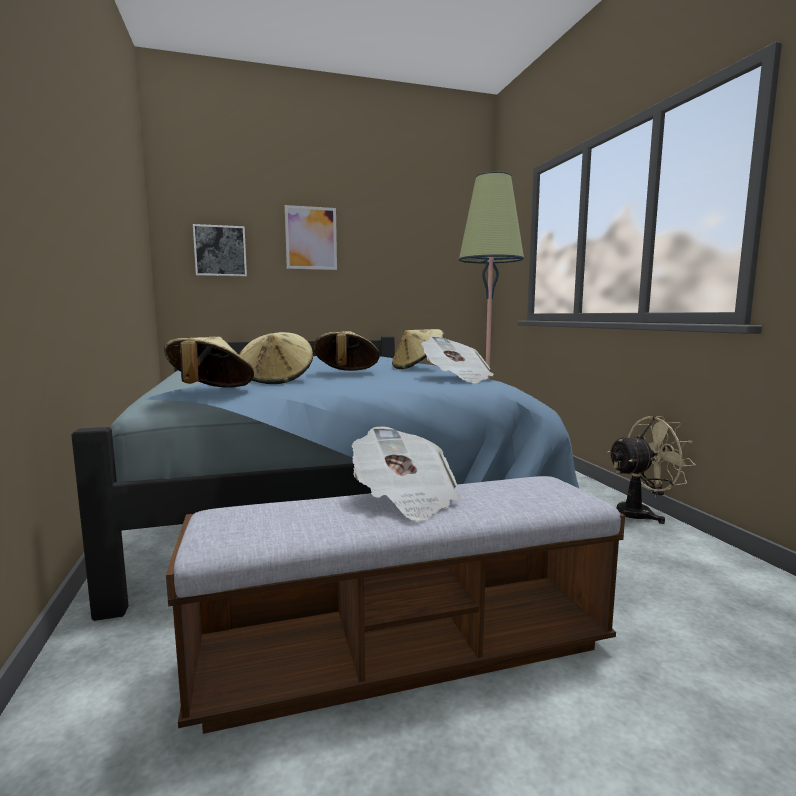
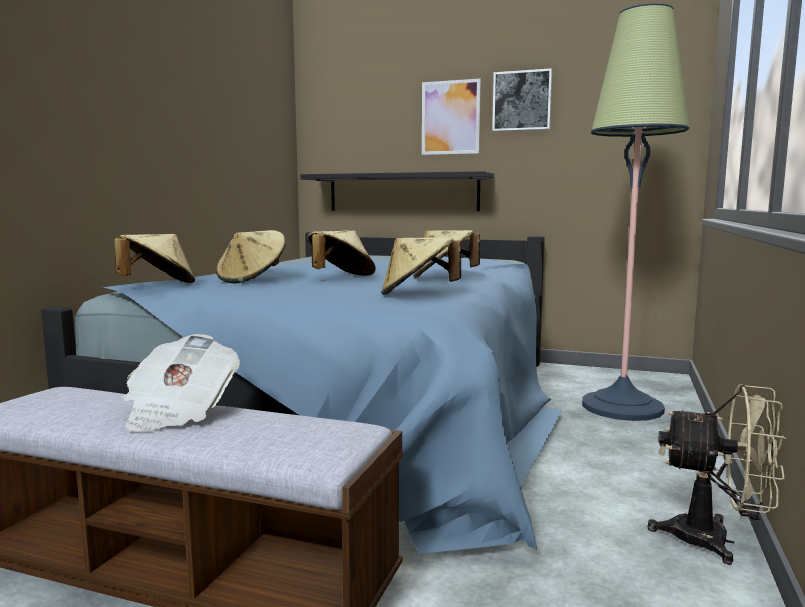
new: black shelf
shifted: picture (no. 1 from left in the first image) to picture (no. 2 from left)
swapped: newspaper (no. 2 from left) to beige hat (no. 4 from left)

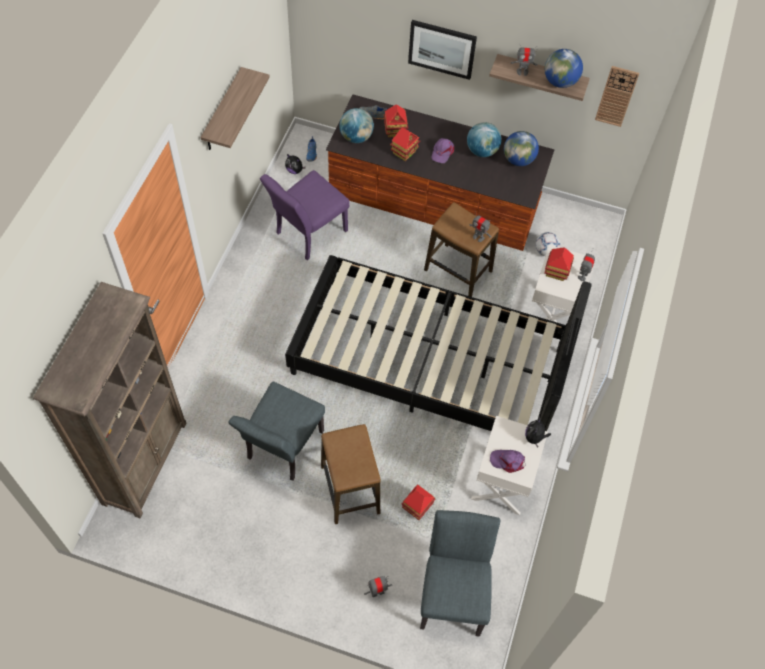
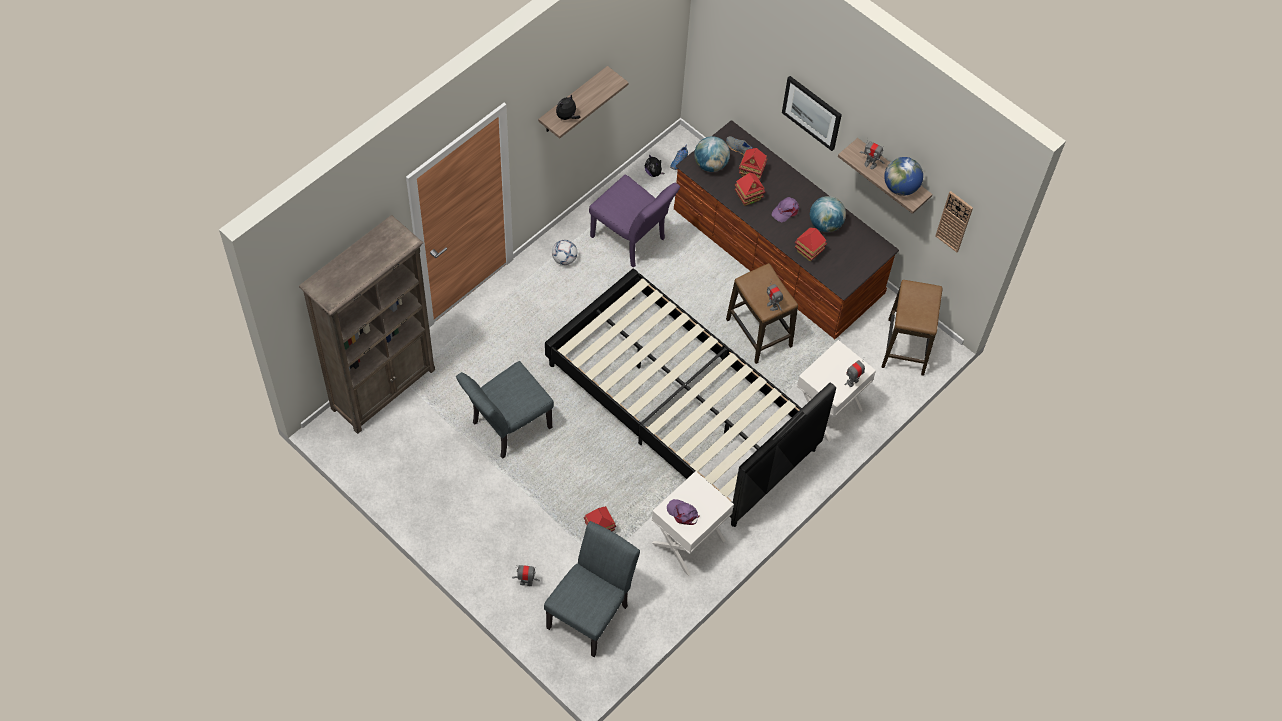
gone: globe (no. 3 from left)
shifted: stool (no. 1 from left in the first image) to stool (no. 2 from left); plush toy (no. 2 from left in the first image) to plush toy (no. 1 from left); football; toy house (no. 4 from left)
rotated: purple chair 120 degrees counterclockwise

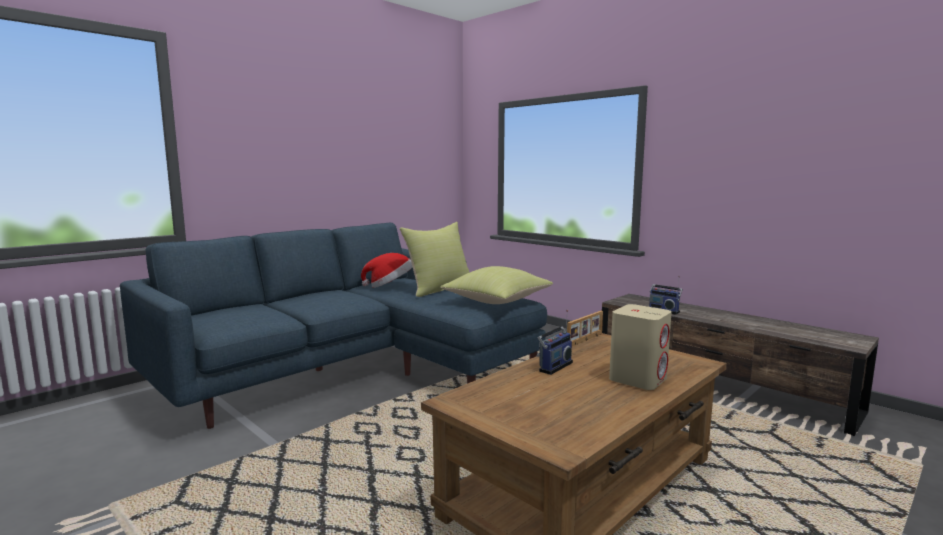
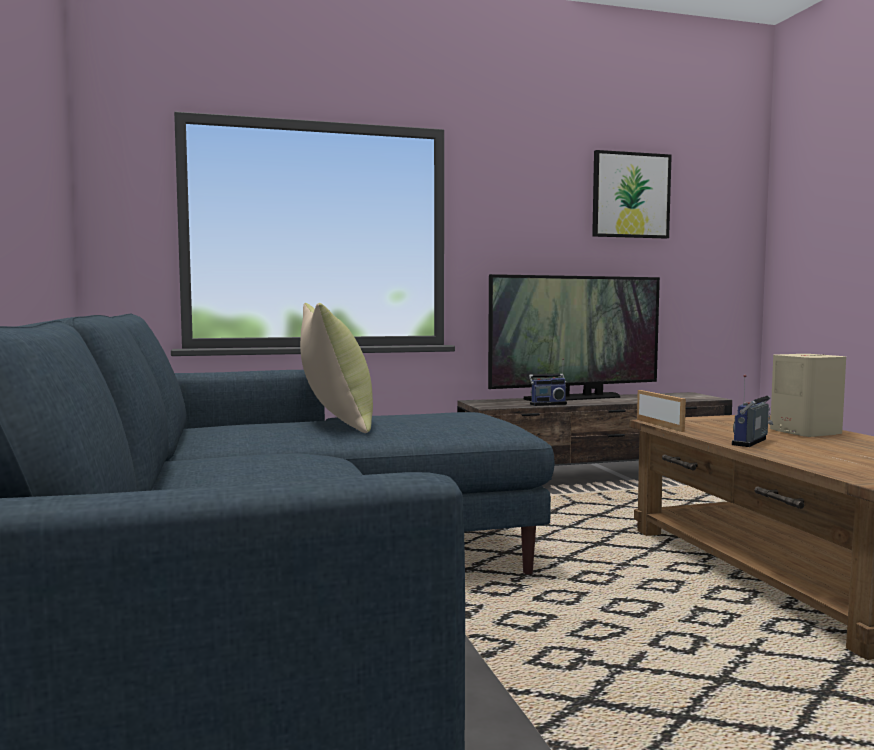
gone: hat; yellow pillow (no. 2 from left)
new: television; picture
rotated: radio (no. 1 from left in the first image) 120 degrees counterclockwise

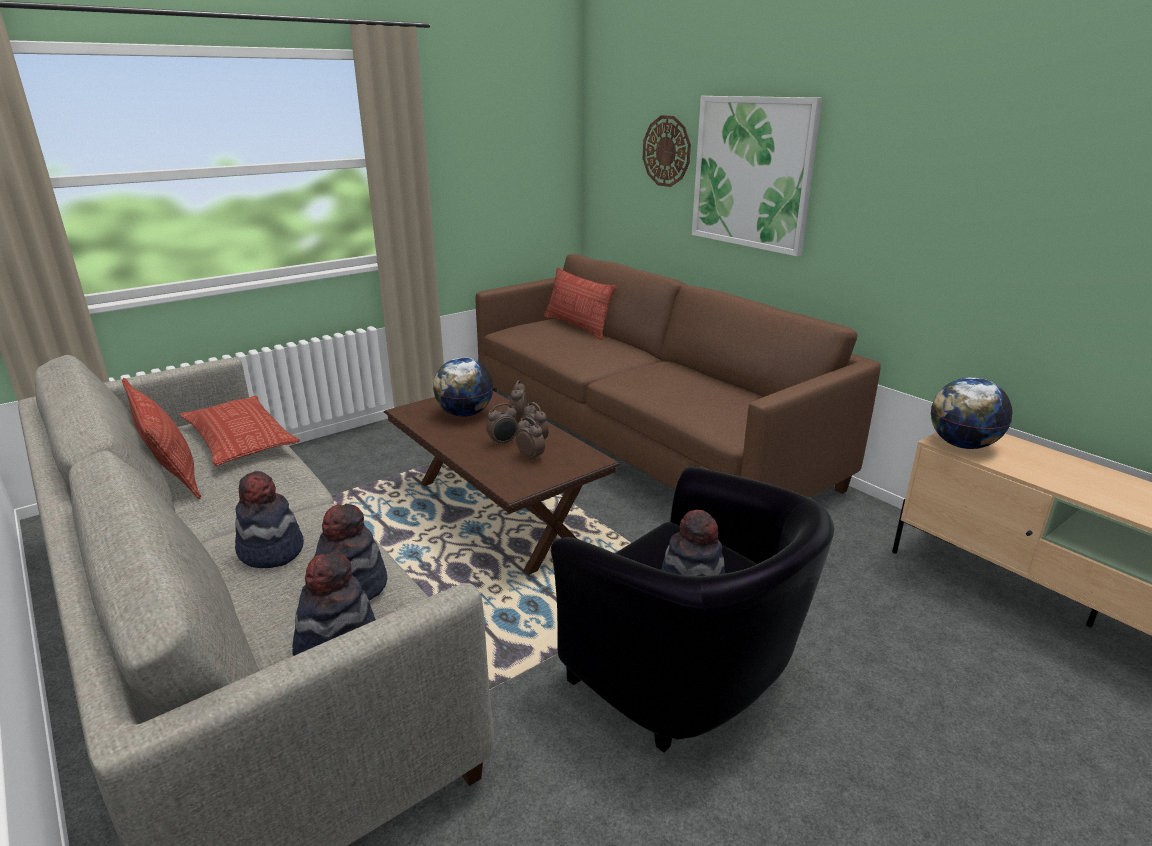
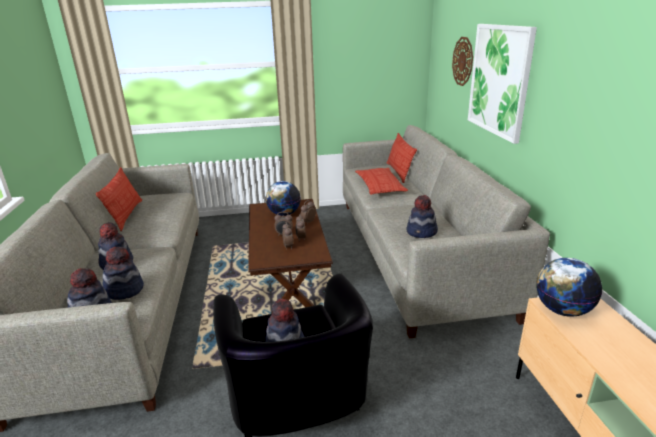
new: hat (no. 5 from left)
shifted: pillow (no. 2 from left)
repainted: brown sofa to grey sofa (no. 2 from left)

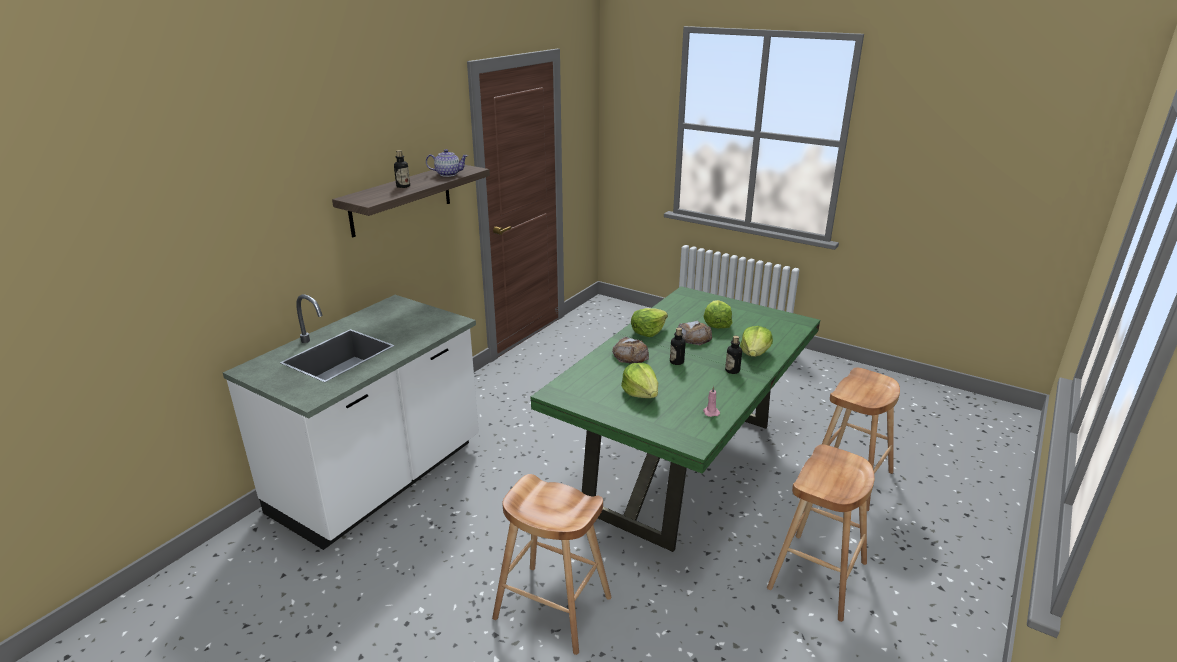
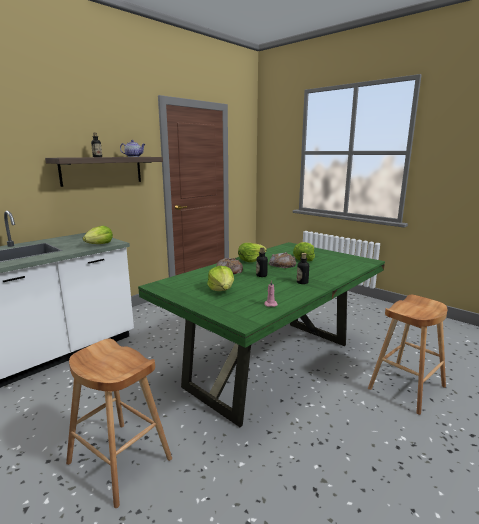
gone: brown stool (no. 2 from left)
shifted: lettuce (no. 4 from left in the first image) to lettuce (no. 1 from left)

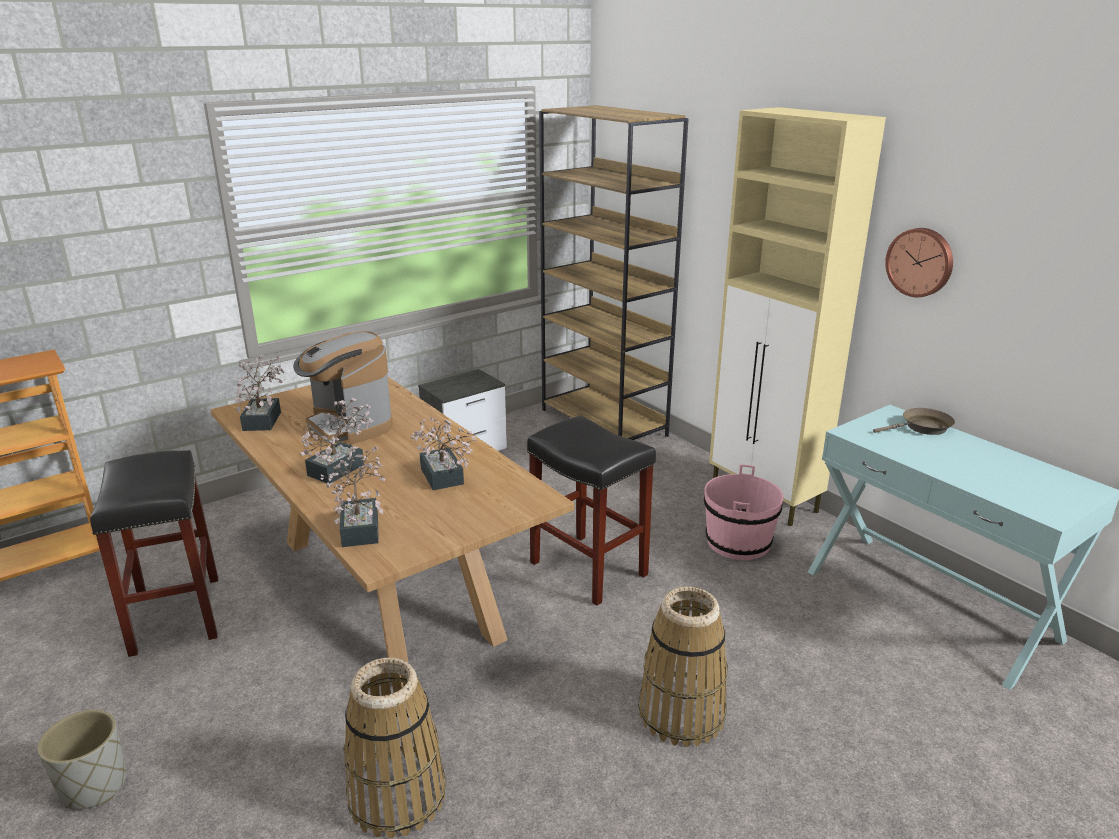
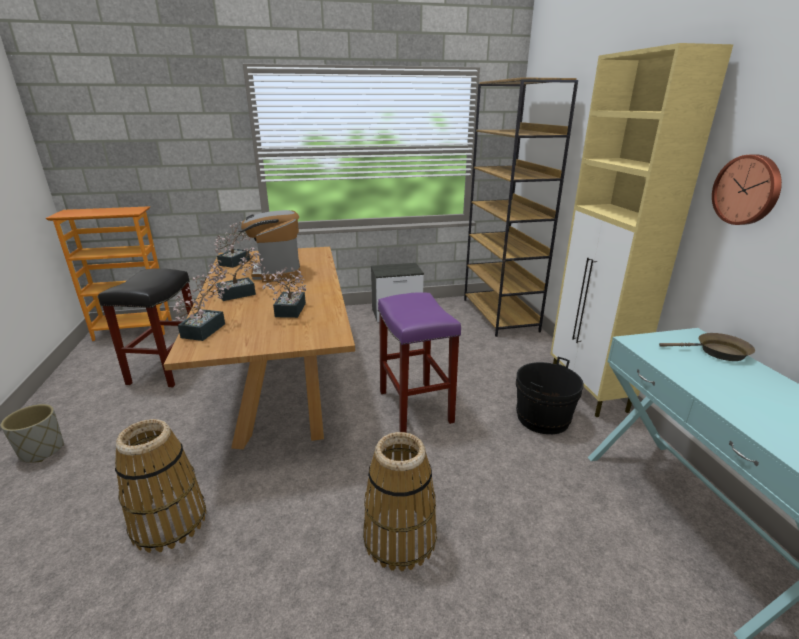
repainted: black stool (no. 2 from left) to purple stool; pink bucket to black bucket

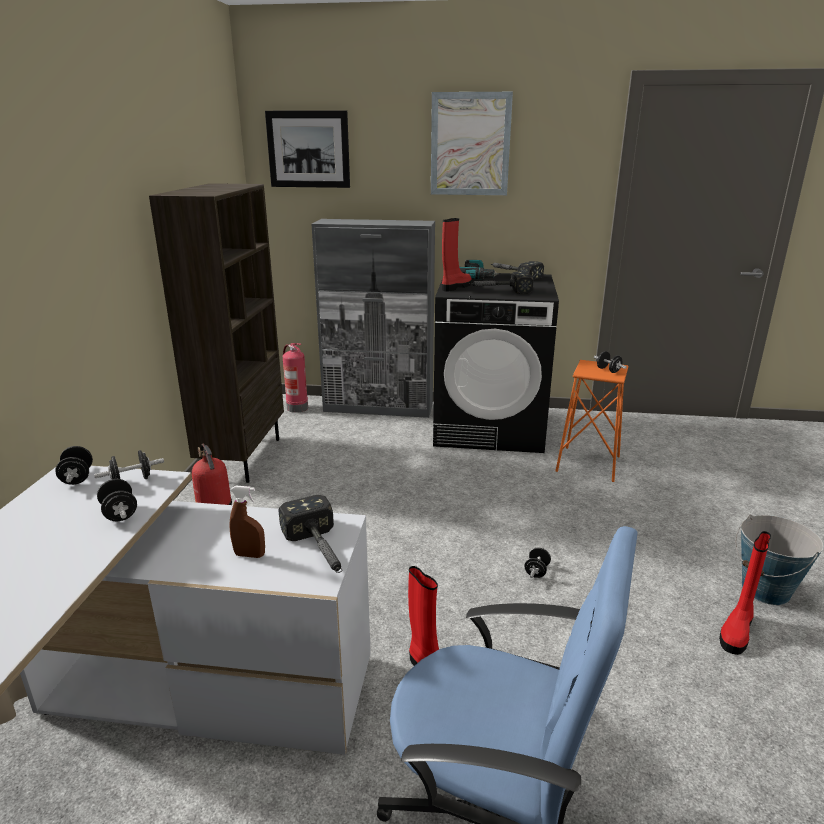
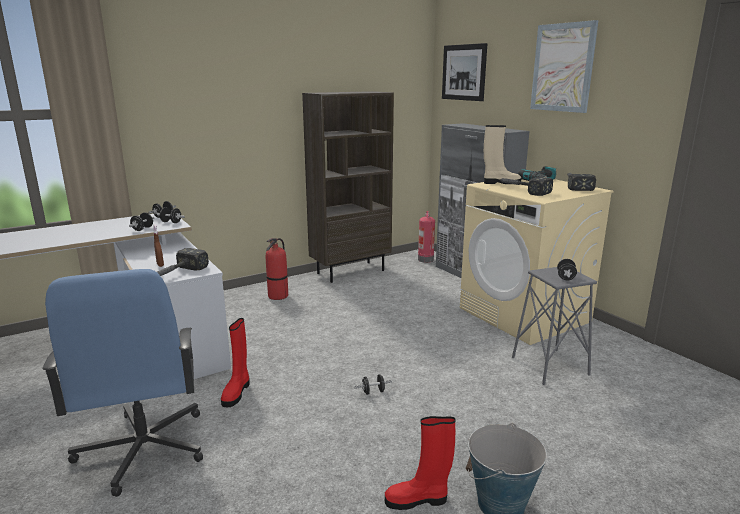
repainted: black washing machine to beige washing machine; red boot (no. 2 from left) to beige boot; orange stool to grey stool

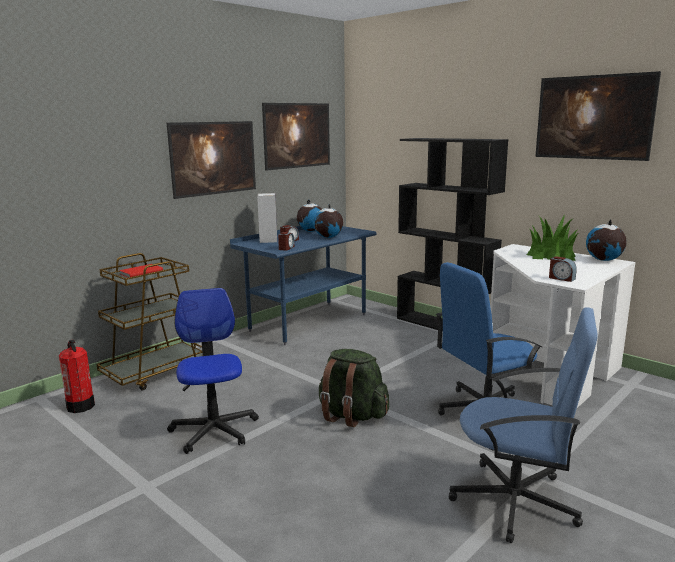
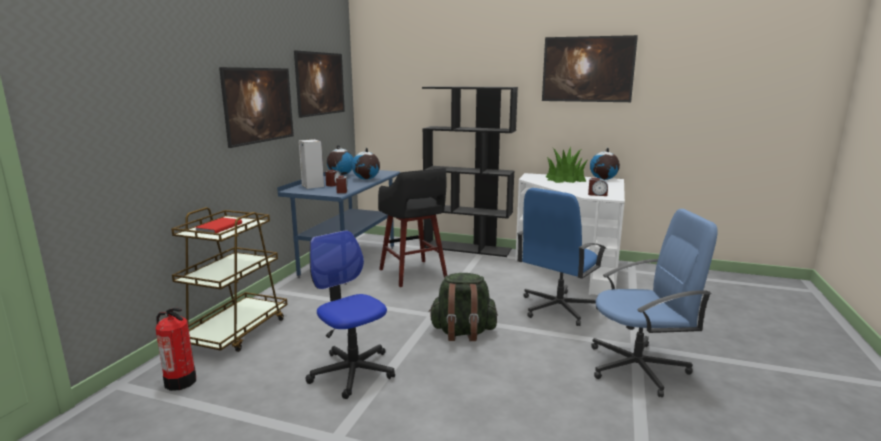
new: black stool

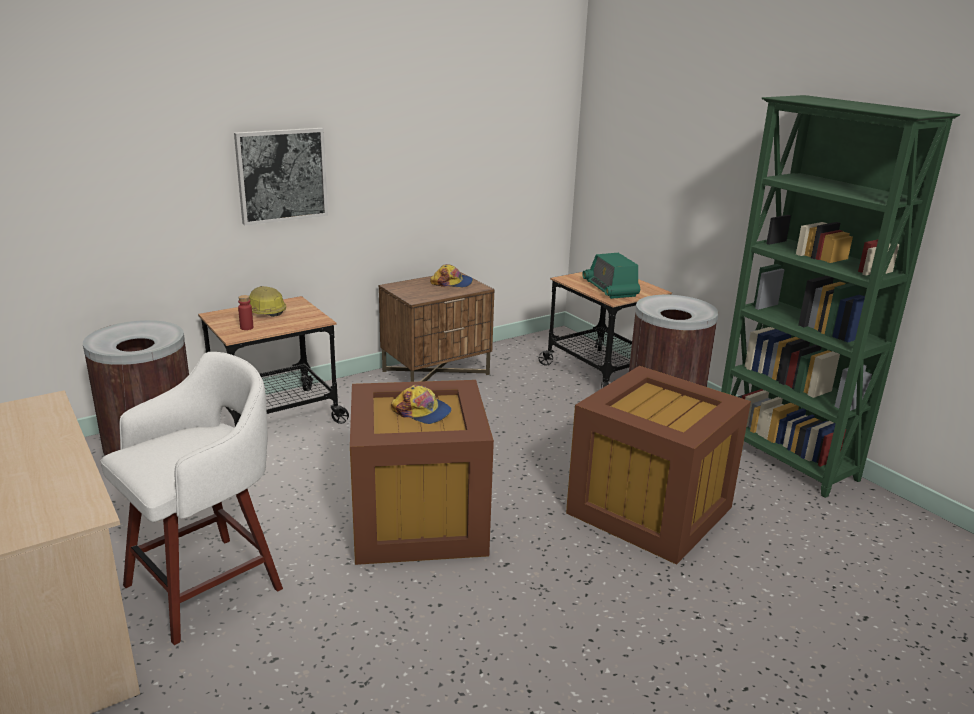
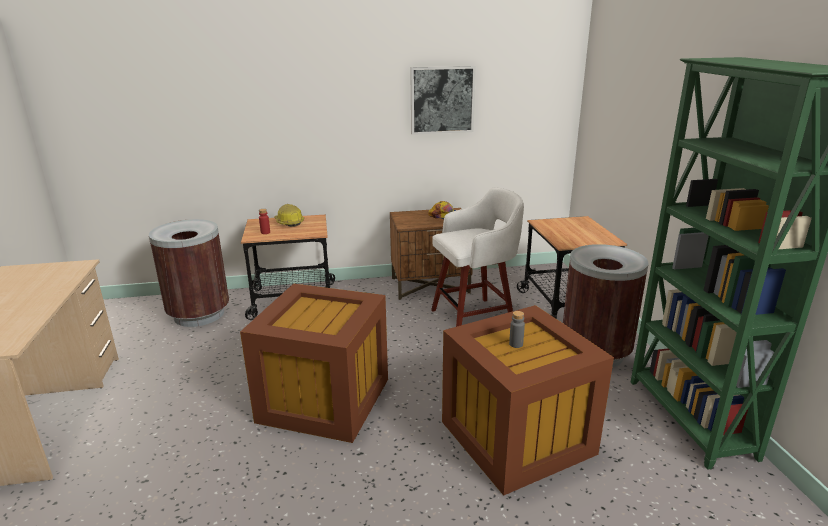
gone: cap (no. 1 from left); radio
new: grey bottle
shifted: white stool; picture

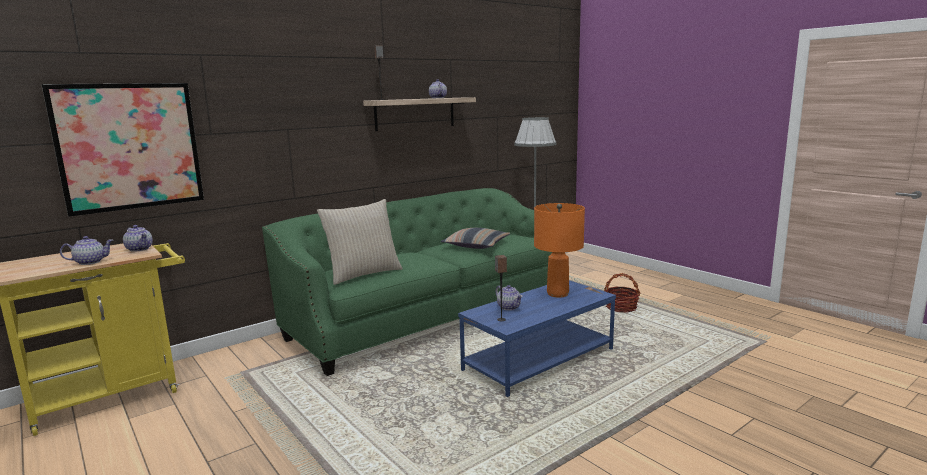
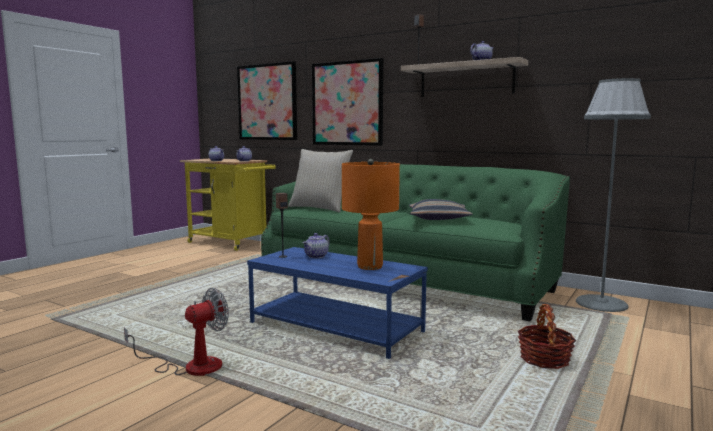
new: fan; picture (no. 2 from left)

